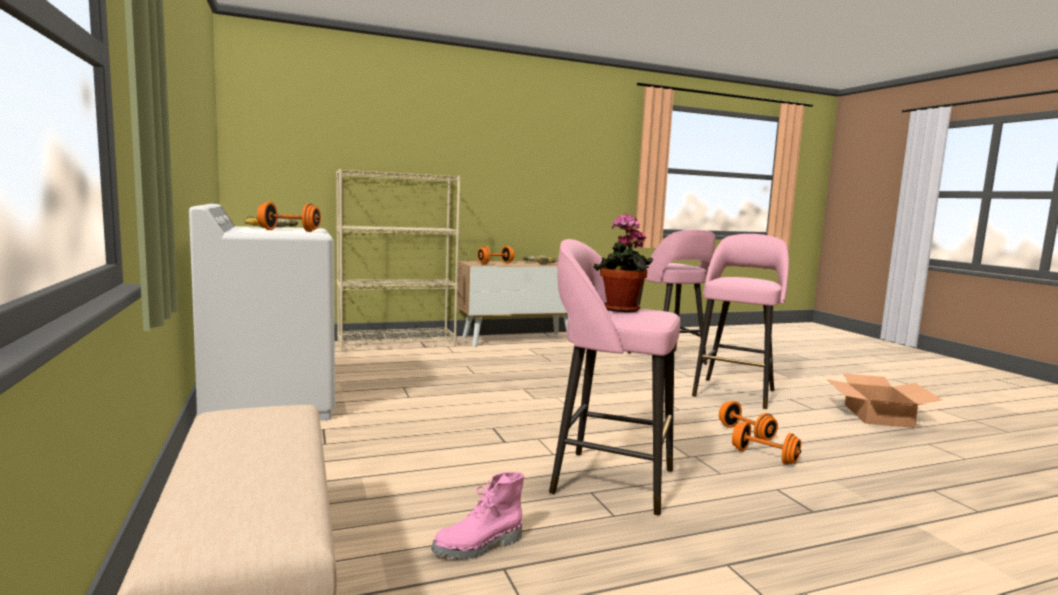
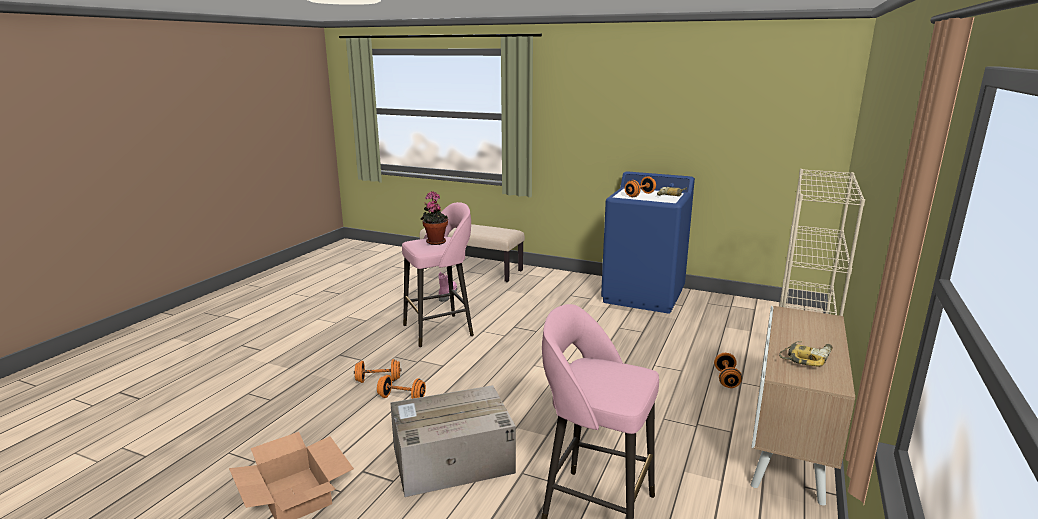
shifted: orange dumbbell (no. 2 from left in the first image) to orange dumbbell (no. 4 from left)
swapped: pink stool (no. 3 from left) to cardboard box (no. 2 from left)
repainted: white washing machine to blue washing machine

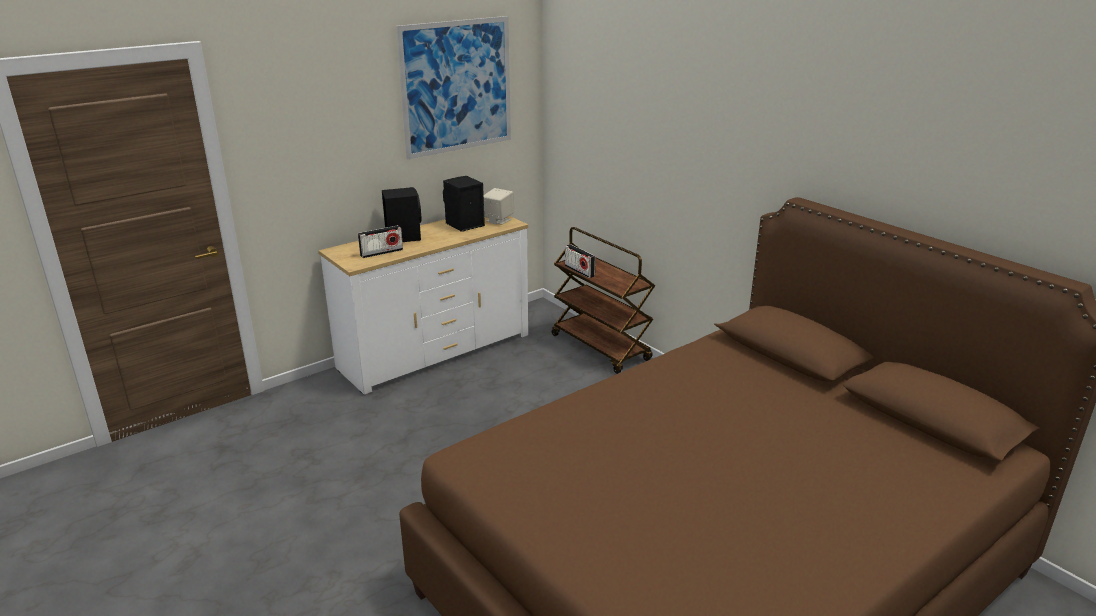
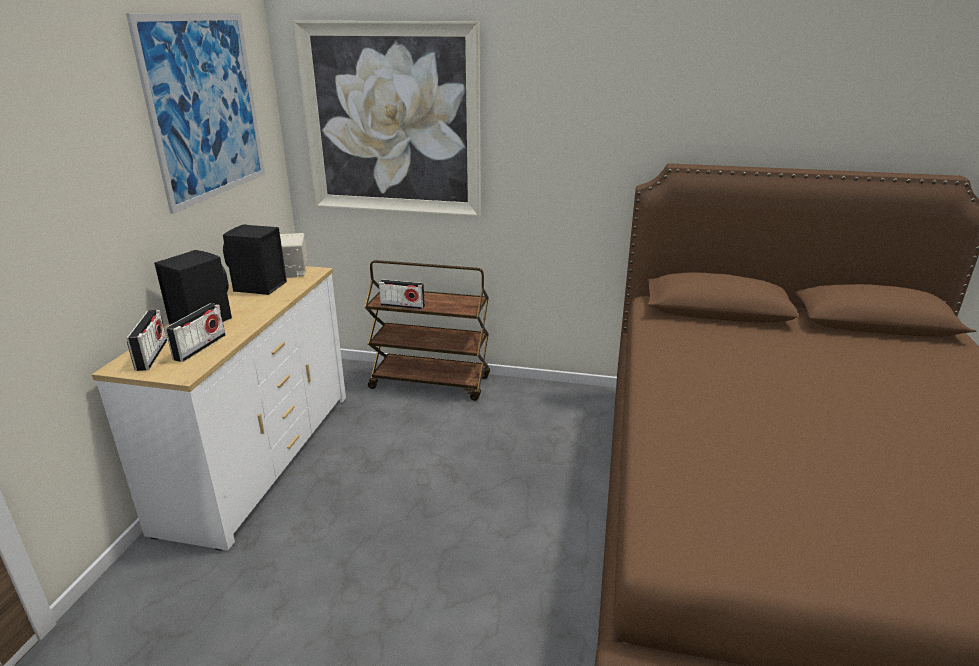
new: radio (no. 1 from left); picture (no. 2 from left)

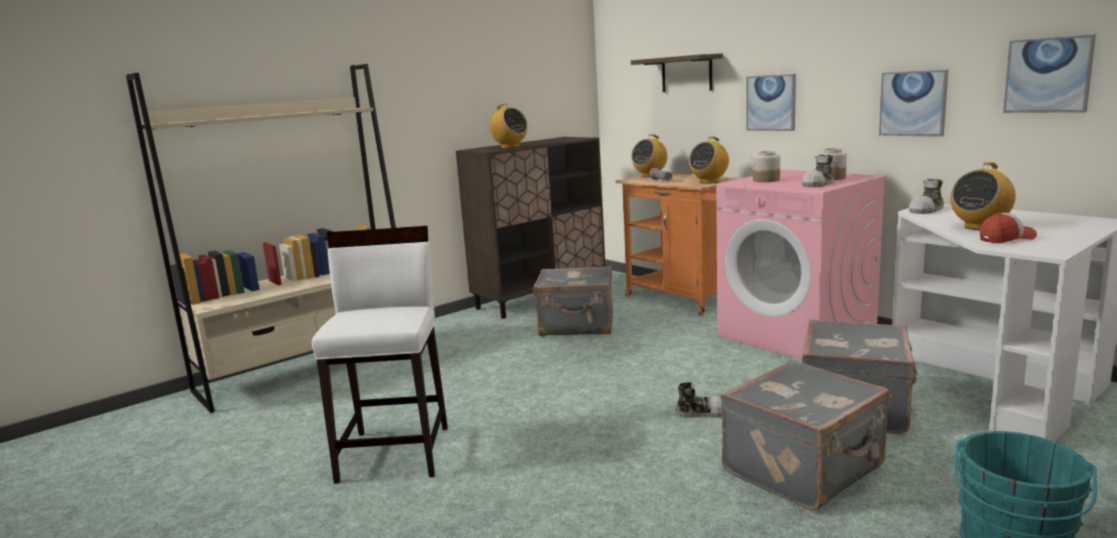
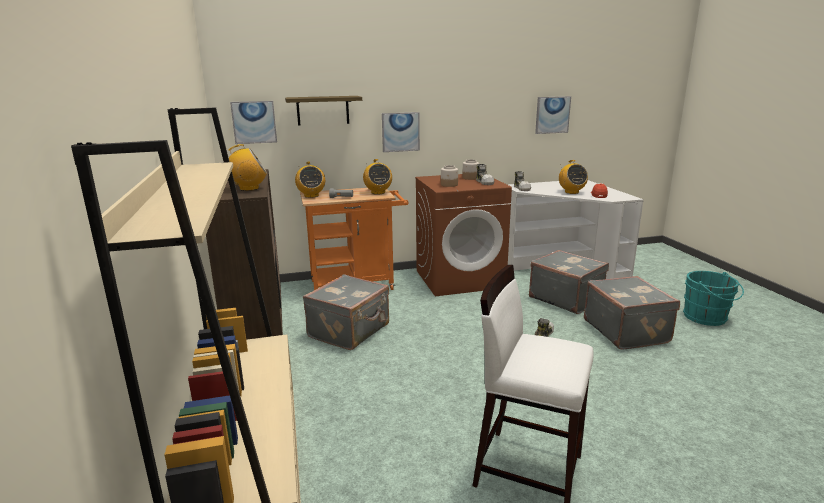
shifted: picture (no. 2 from left in the first image) to picture (no. 1 from left)
repainted: pink washing machine to brown washing machine

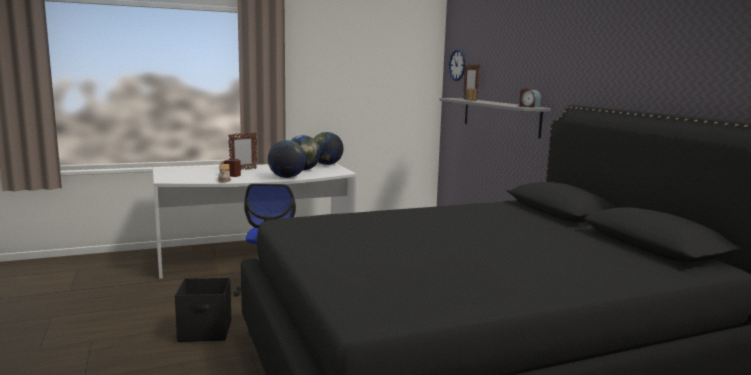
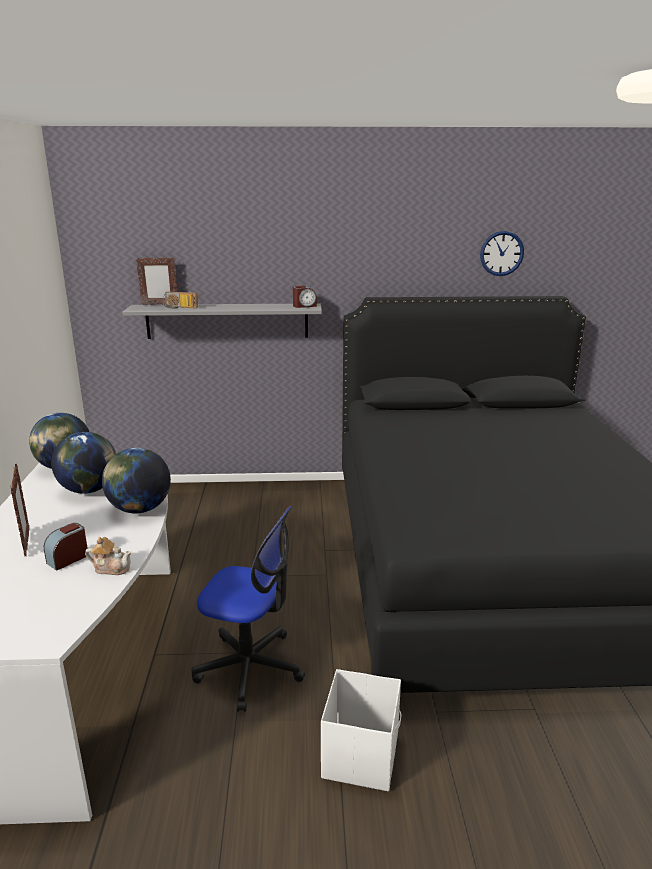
shifted: wall clock
repainted: black storage box to white storage box

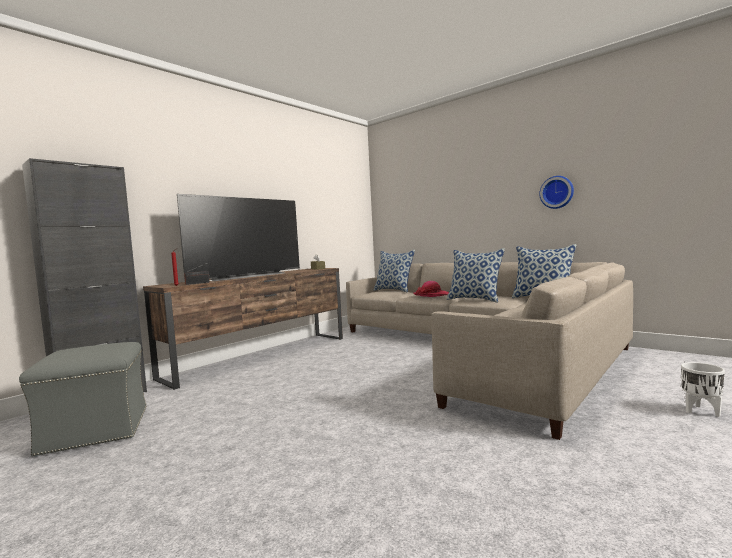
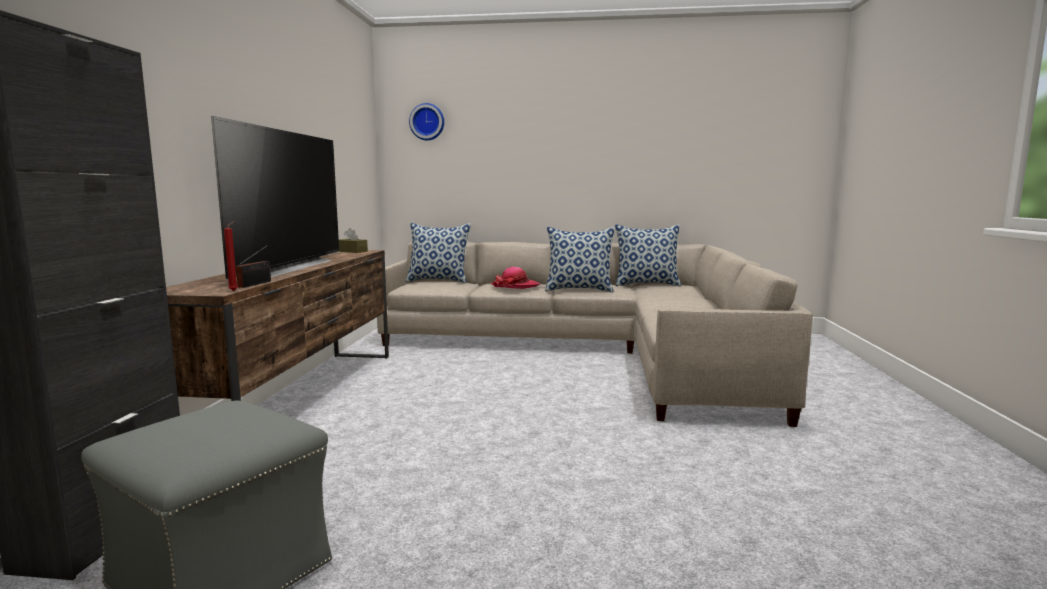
gone: white planter
shifted: wall clock

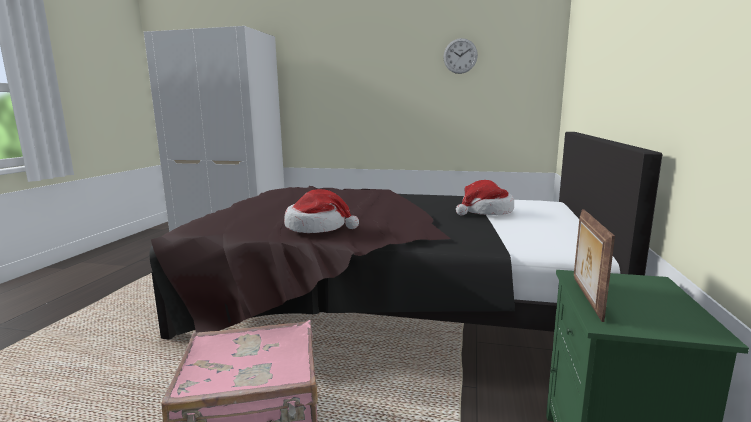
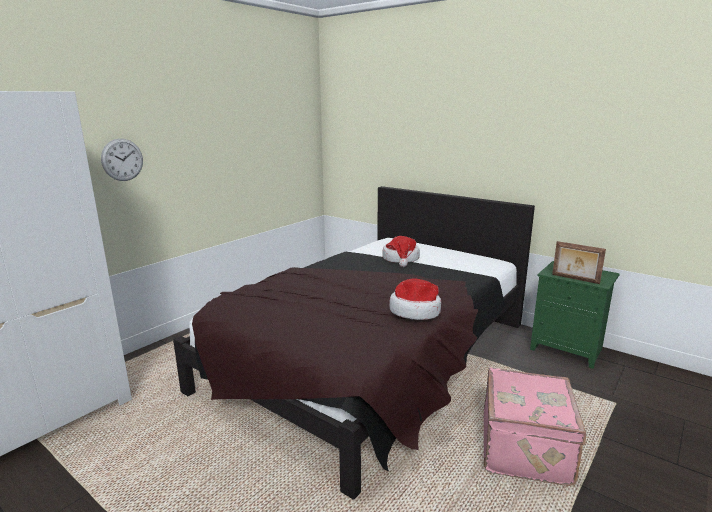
shifted: wall clock

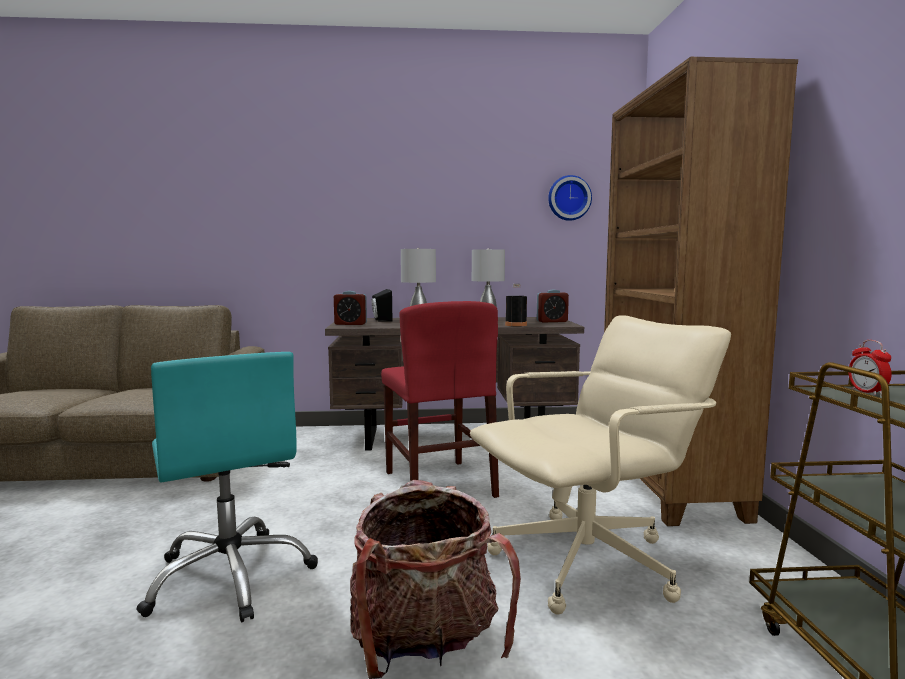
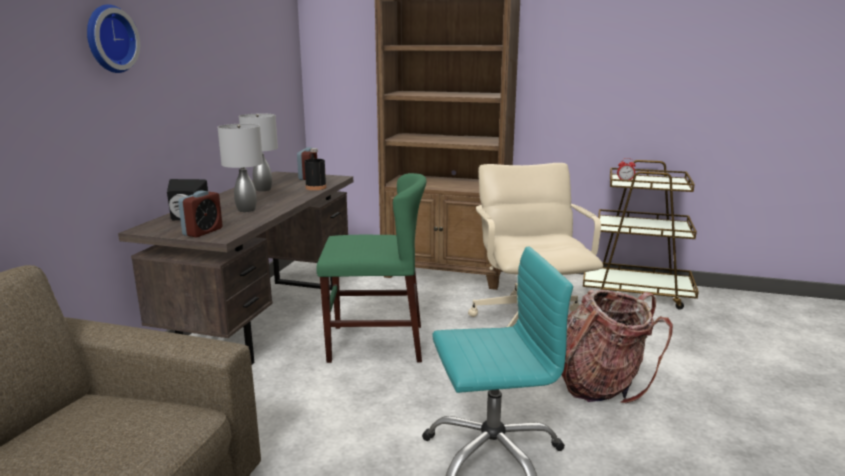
shifted: wall clock
repainted: red chair to green chair

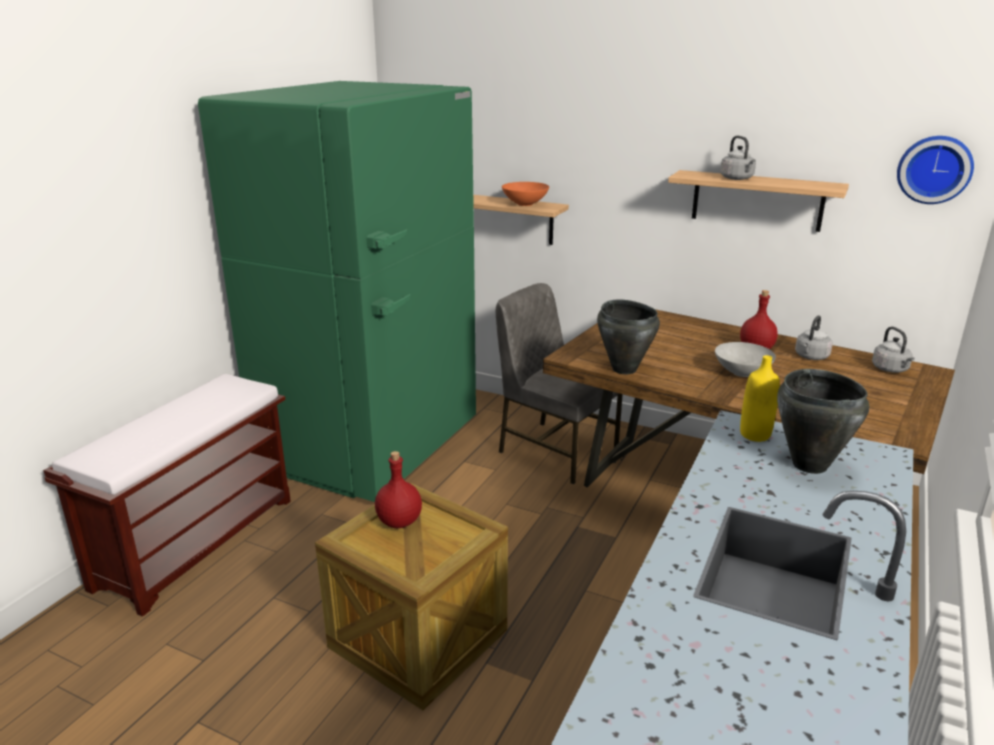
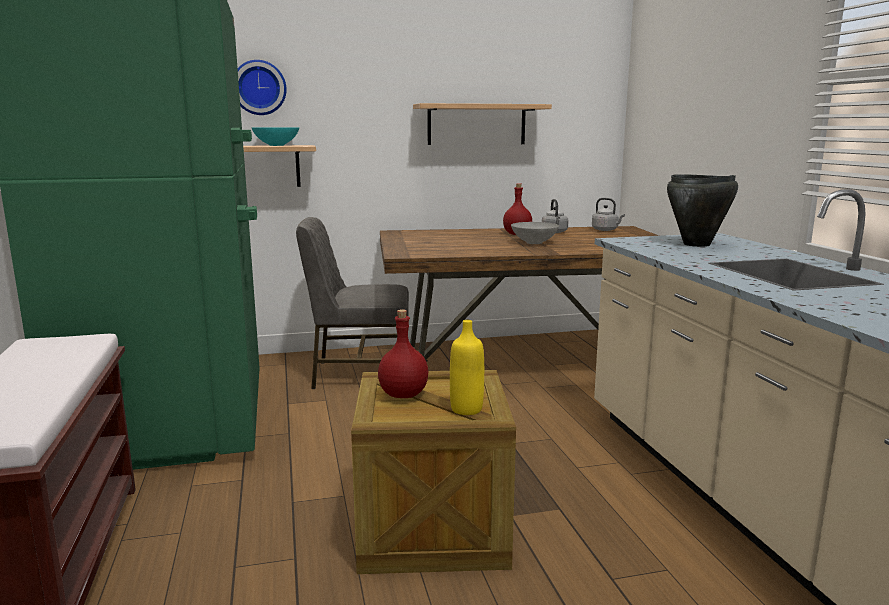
gone: black cooking pot (no. 1 from left); grey kettle (no. 1 from left)
shifted: yellow bottle; wall clock
repainted: orange bowl to turquoise bowl

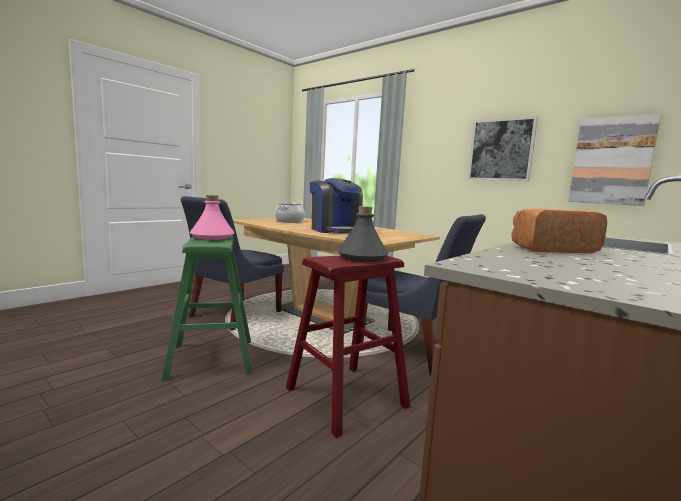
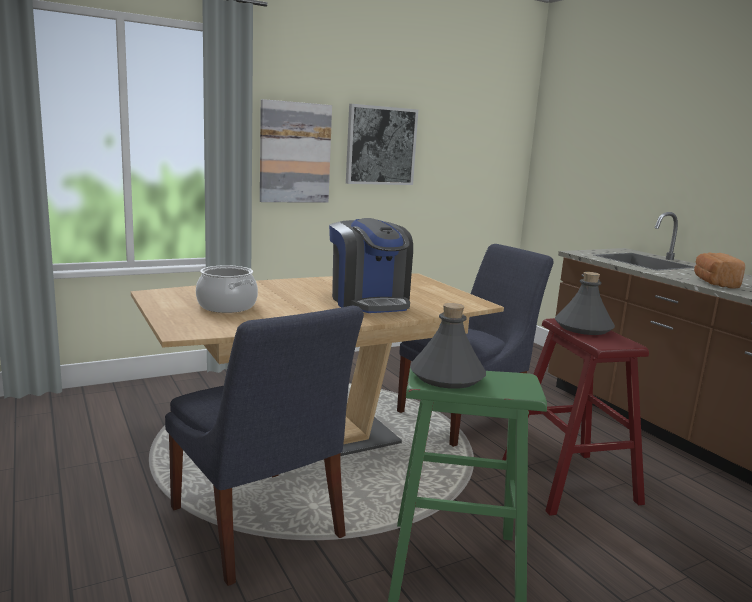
shifted: picture (no. 2 from left in the first image) to picture (no. 1 from left)
repainted: pink bottle to grey bottle (no. 1 from left)
rotated: coffee machine 75 degrees clockwise

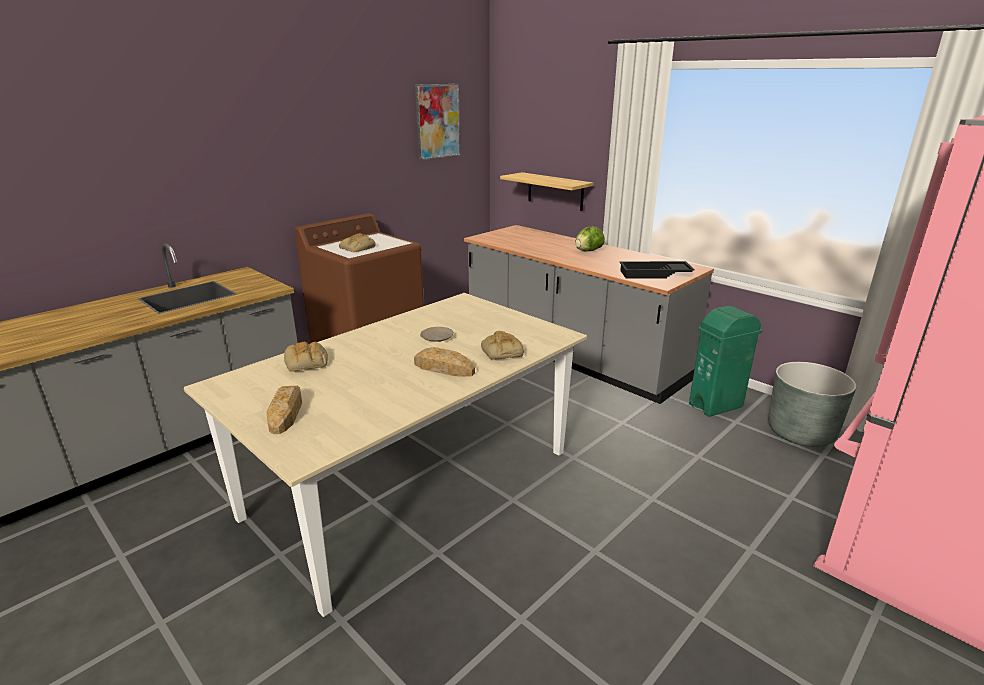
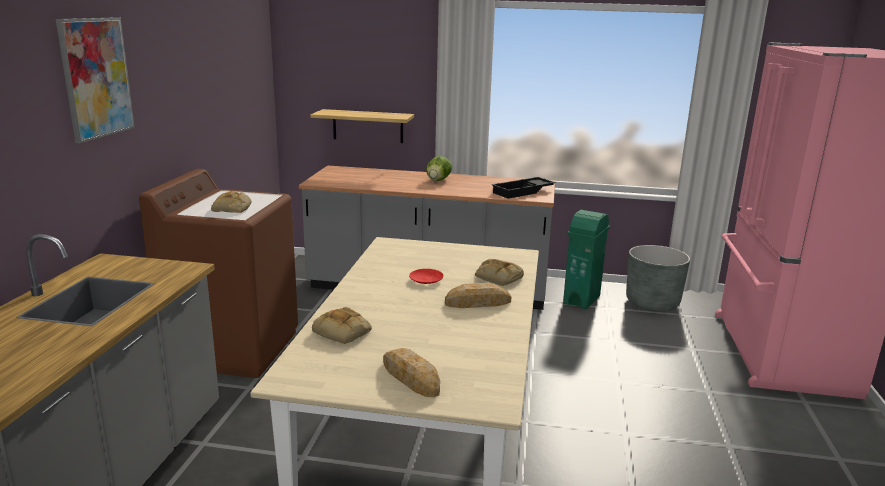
shifted: picture
repainted: beige plate to red plate

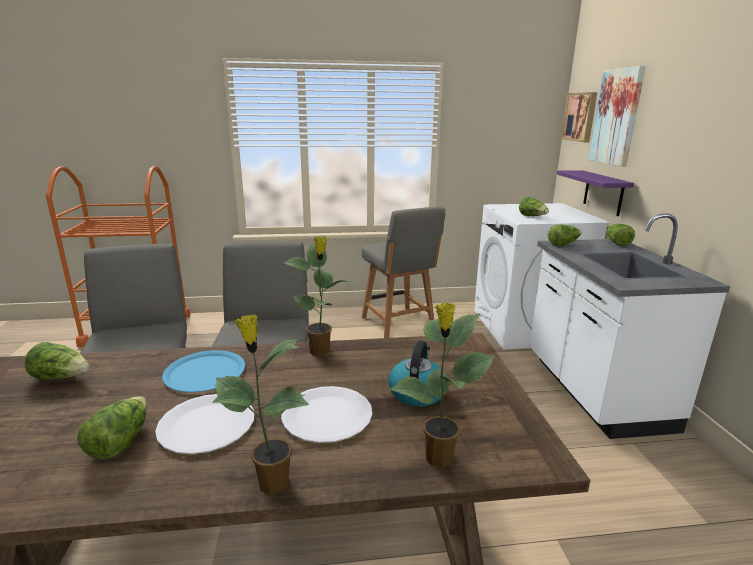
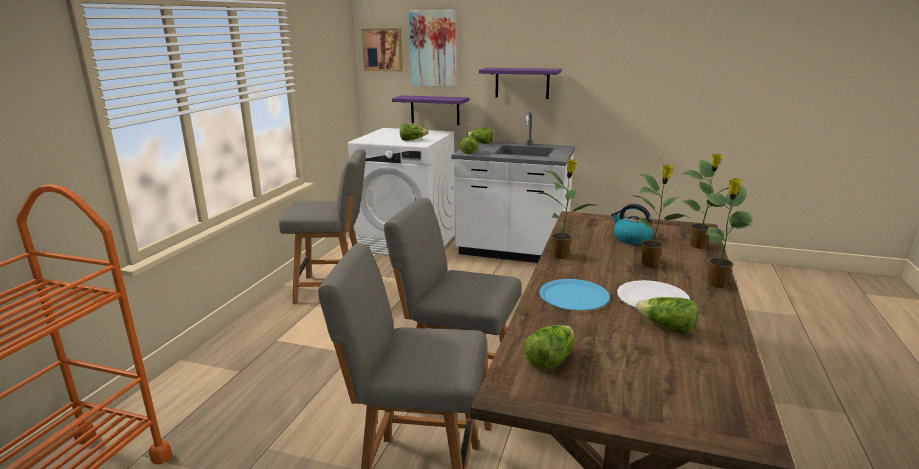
new: purple shelf (no. 2 from left)
swapped: white plate (no. 2 from left) to potted plant (no. 2 from left)

